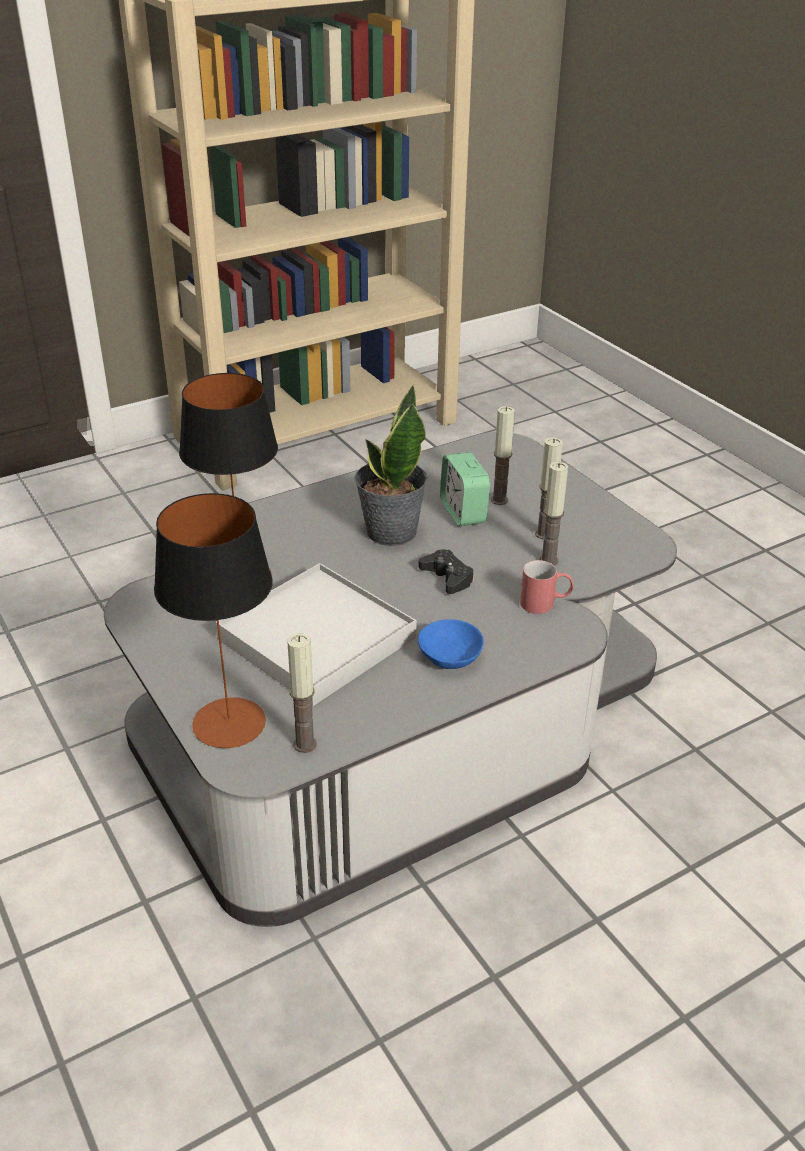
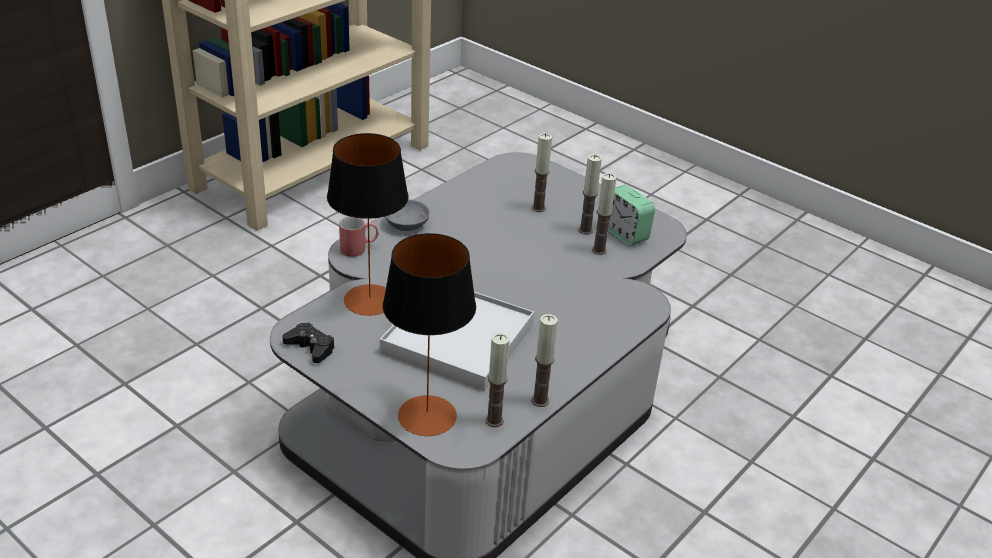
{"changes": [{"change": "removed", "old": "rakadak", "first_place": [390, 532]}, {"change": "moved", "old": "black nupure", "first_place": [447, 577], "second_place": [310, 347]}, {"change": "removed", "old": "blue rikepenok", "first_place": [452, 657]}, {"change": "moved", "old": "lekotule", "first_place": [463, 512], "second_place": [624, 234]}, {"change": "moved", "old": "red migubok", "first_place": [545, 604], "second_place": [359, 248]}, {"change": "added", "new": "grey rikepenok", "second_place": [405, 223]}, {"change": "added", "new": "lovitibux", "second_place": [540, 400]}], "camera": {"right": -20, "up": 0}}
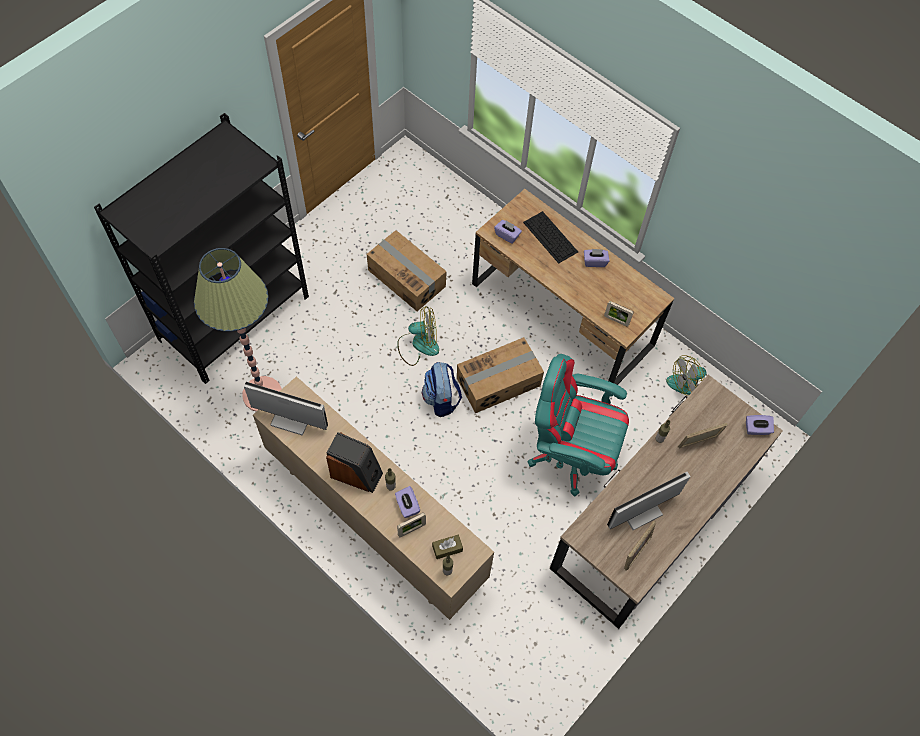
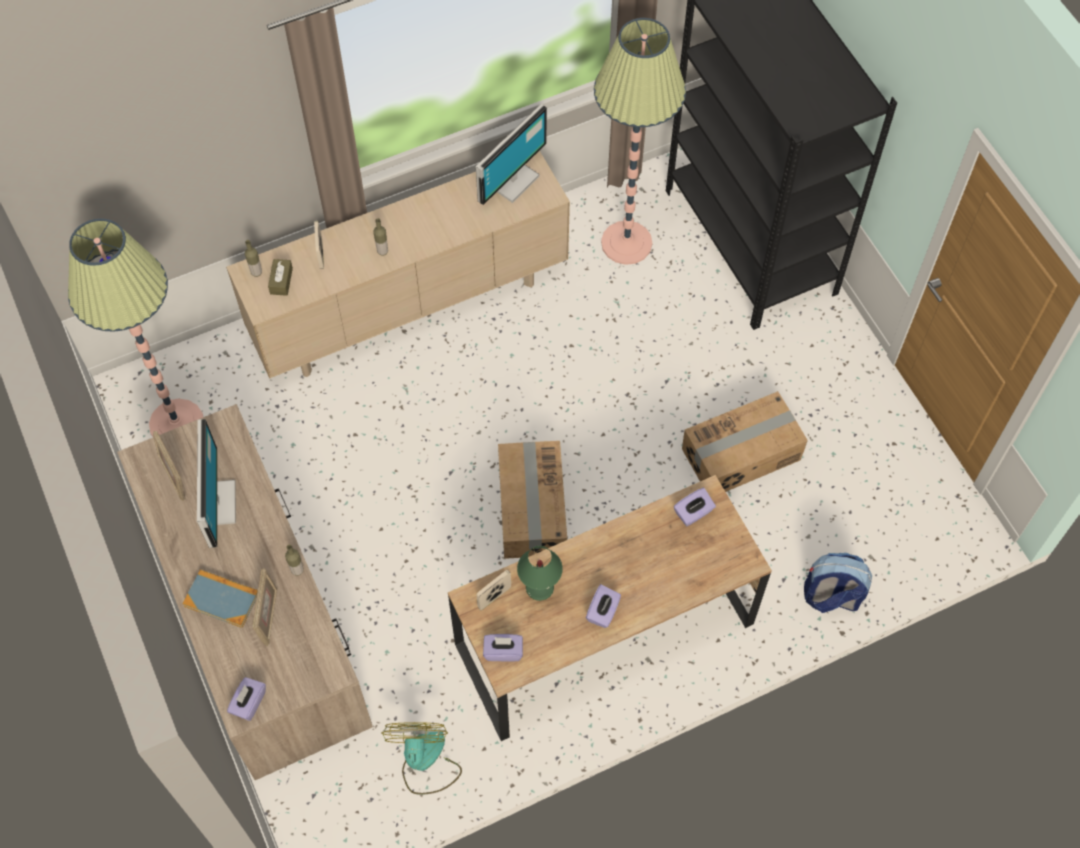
{"changes": [{"change": "removed", "old": "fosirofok", "first_place": [356, 473]}, {"change": "moved", "old": "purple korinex", "first_place": [407, 506], "second_place": [503, 651]}, {"change": "removed", "old": "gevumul", "first_place": [418, 345]}, {"change": "moved", "old": "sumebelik", "first_place": [441, 399], "second_place": [831, 597]}, {"change": "removed", "old": "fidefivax", "first_place": [551, 237]}, {"change": "removed", "old": "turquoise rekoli", "first_place": [572, 453]}, {"change": "added", "new": "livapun", "second_place": [176, 423]}, {"change": "added", "new": "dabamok", "second_place": [222, 599]}, {"change": "added", "new": "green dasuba", "second_place": [539, 588]}], "camera": {"right": 115, "up": 0}}
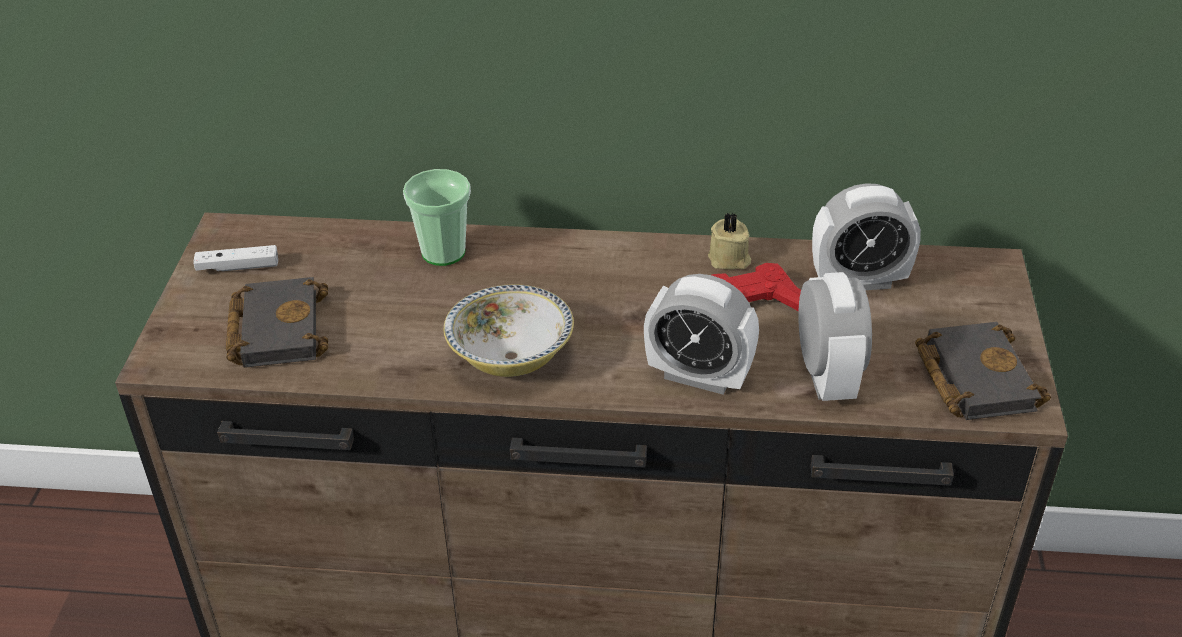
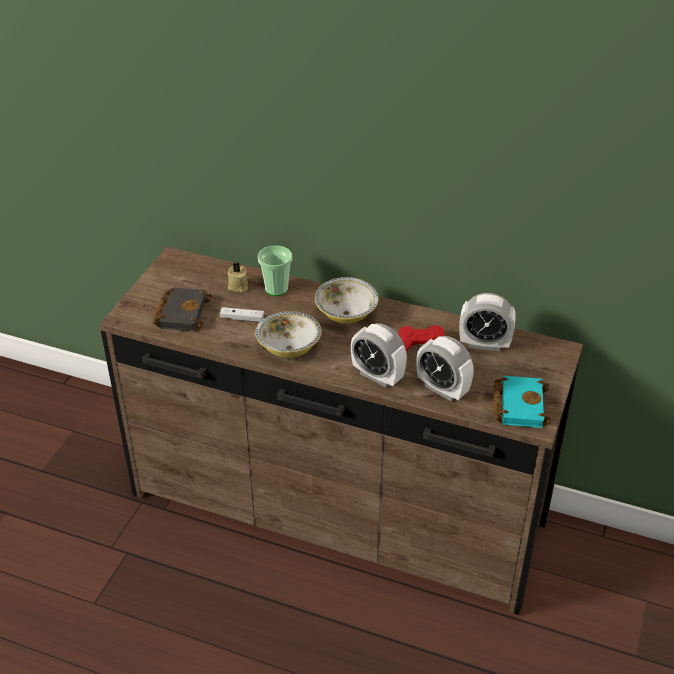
{"changes": [{"change": "moved", "old": "white nupure", "first_place": [238, 267], "second_place": [242, 319]}, {"change": "moved", "old": "beige lovitibux", "first_place": [729, 259], "second_place": [238, 286]}, {"change": "turned", "old": "lekotule", "first_place": [826, 377], "second_place": [442, 389], "degrees": 120}, {"change": "recoloured", "old": "black dabamok", "new": "turquoise dabamok", "first_place": [972, 377], "second_place": [518, 404]}, {"change": "added", "new": "rikepenok", "second_place": [346, 314]}], "camera": {"right": 15, "up": 0}}
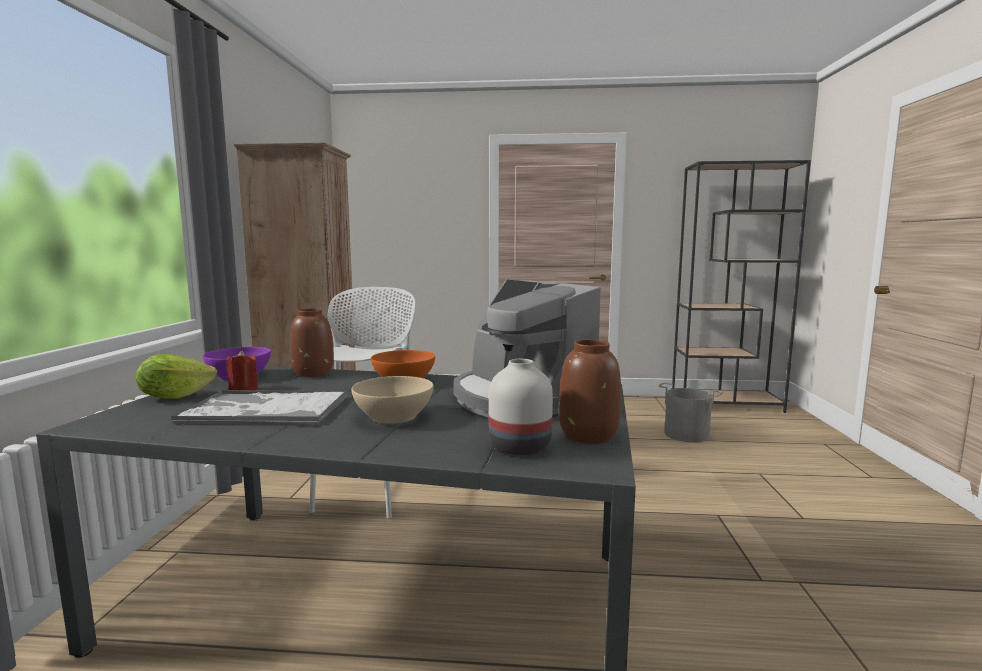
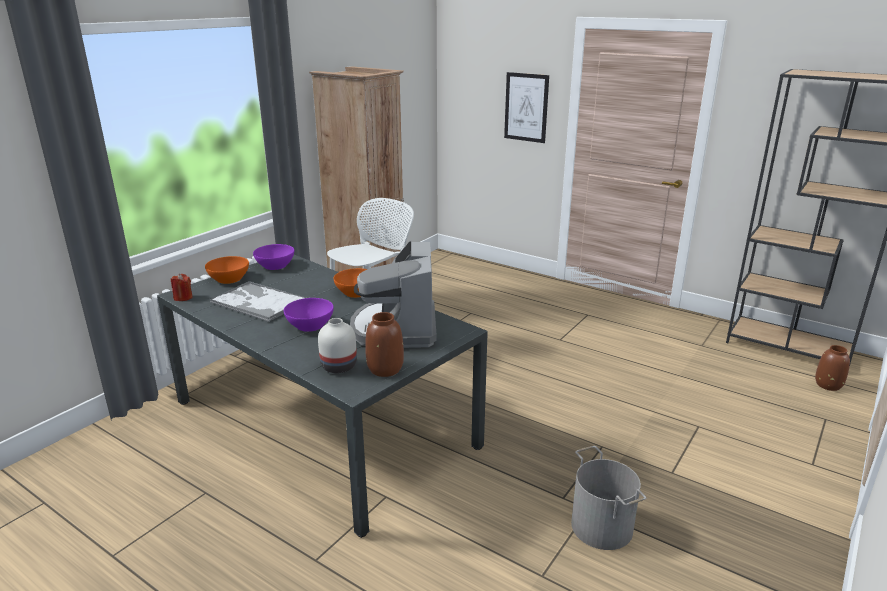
{"changes": [{"change": "replaced", "old": "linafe", "new": "orange rikepenok", "first_place": [174, 396], "second_place": [229, 279]}, {"change": "moved", "old": "red lovitibux", "first_place": [243, 389], "second_place": [183, 297]}, {"change": "moved", "old": "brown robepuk", "first_place": [313, 373], "second_place": [828, 385]}, {"change": "recoloured", "old": "beige rikepenok", "new": "purple rikepenok", "first_place": [393, 416], "second_place": [310, 325]}, {"change": "moved", "old": "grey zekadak", "first_place": [686, 434], "second_place": [601, 527]}, {"change": "added", "new": "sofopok", "second_place": [526, 107]}], "camera": {"right": 30, "up": 15}}
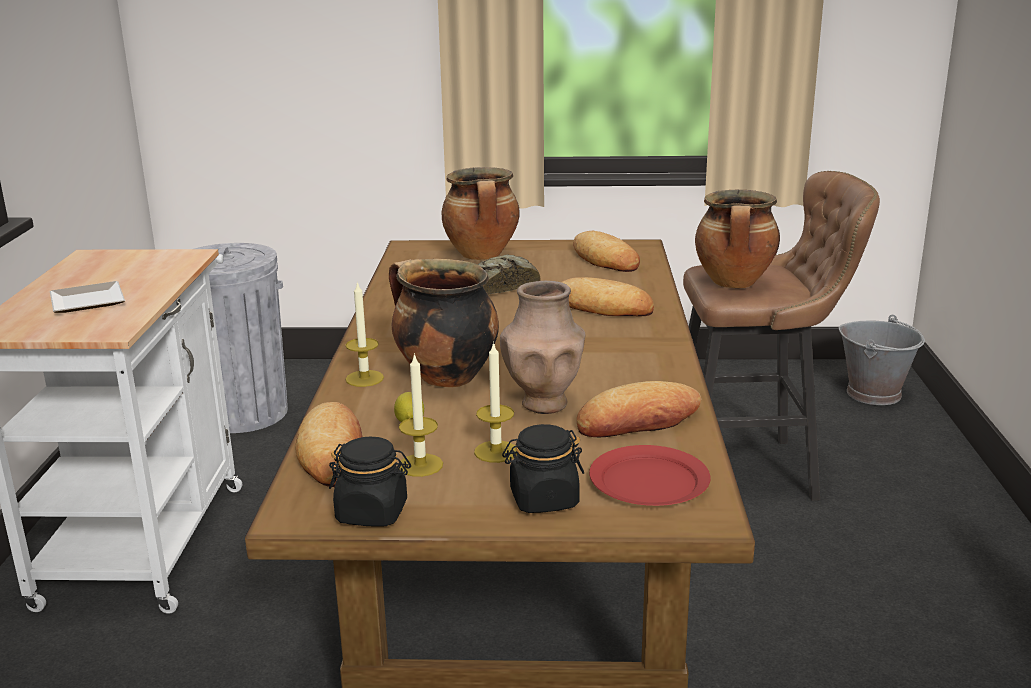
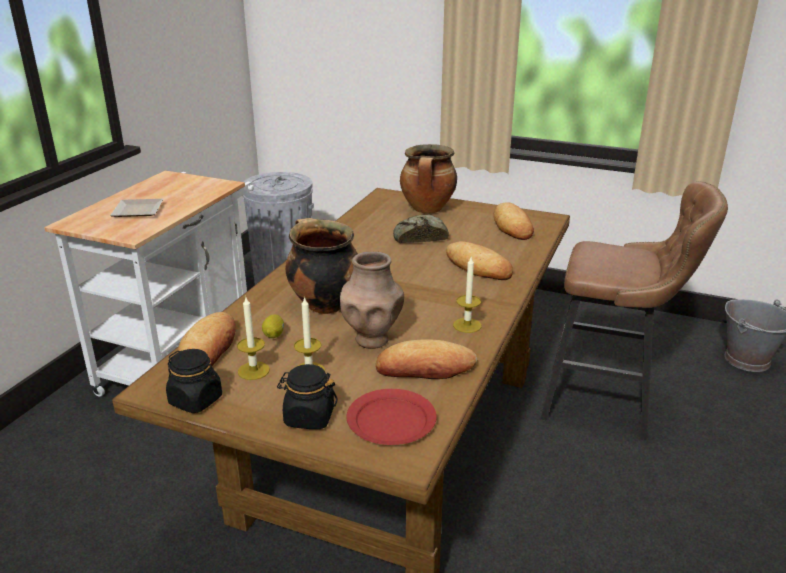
{"changes": [{"change": "moved", "old": "lovitibux", "first_place": [364, 378], "second_place": [467, 325]}, {"change": "removed", "old": "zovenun", "first_place": [735, 283]}], "camera": {"right": 20, "up": 5}}
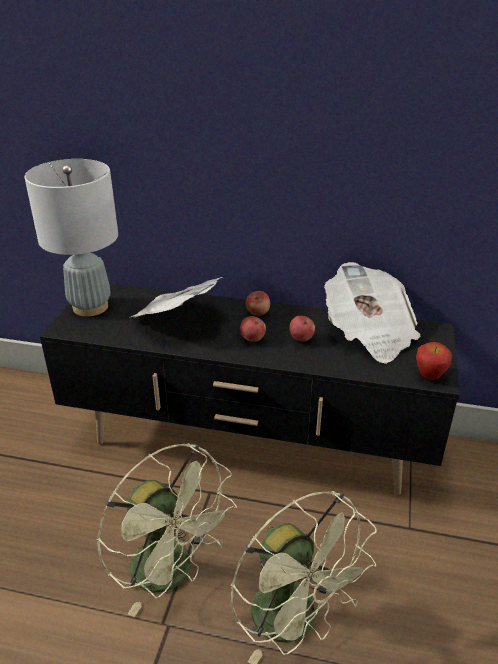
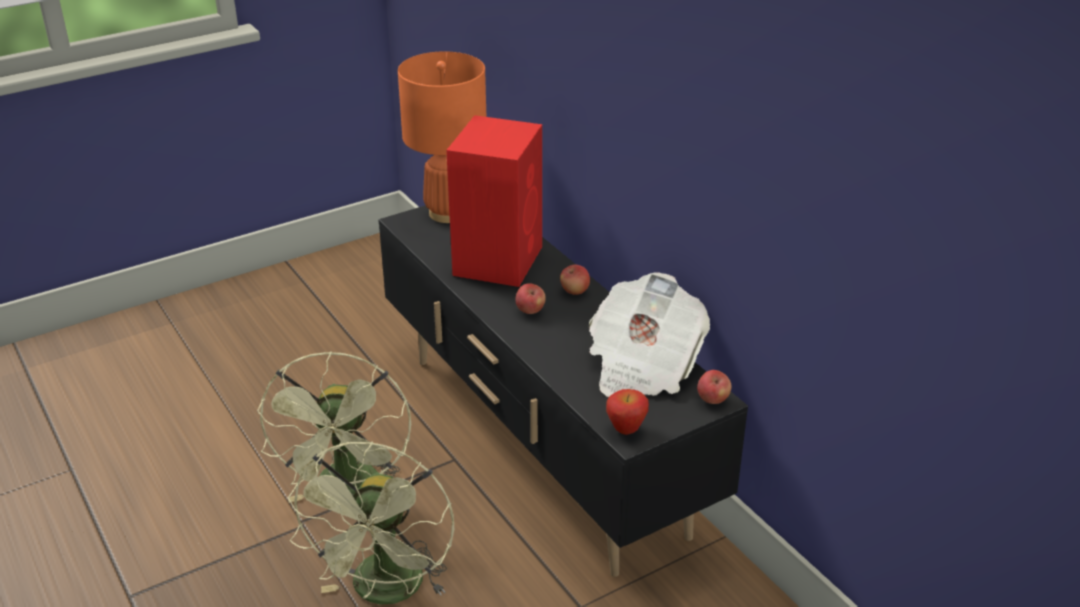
{"changes": [{"change": "recoloured", "old": "grey dasuba", "new": "orange dasuba", "first_place": [90, 307], "second_place": [448, 213]}, {"change": "replaced", "old": "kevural", "new": "red fosirofok", "first_place": [177, 319], "second_place": [498, 259]}, {"change": "moved", "old": "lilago", "first_place": [301, 339], "second_place": [712, 400]}], "camera": {"right": 45, "up": 0}}
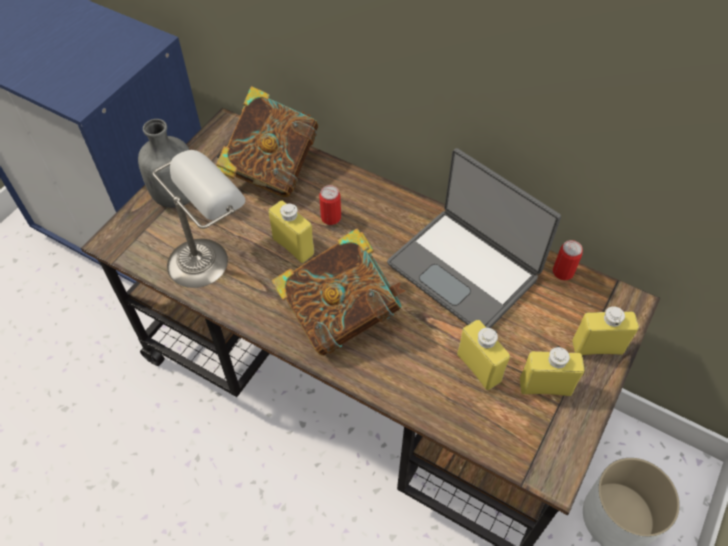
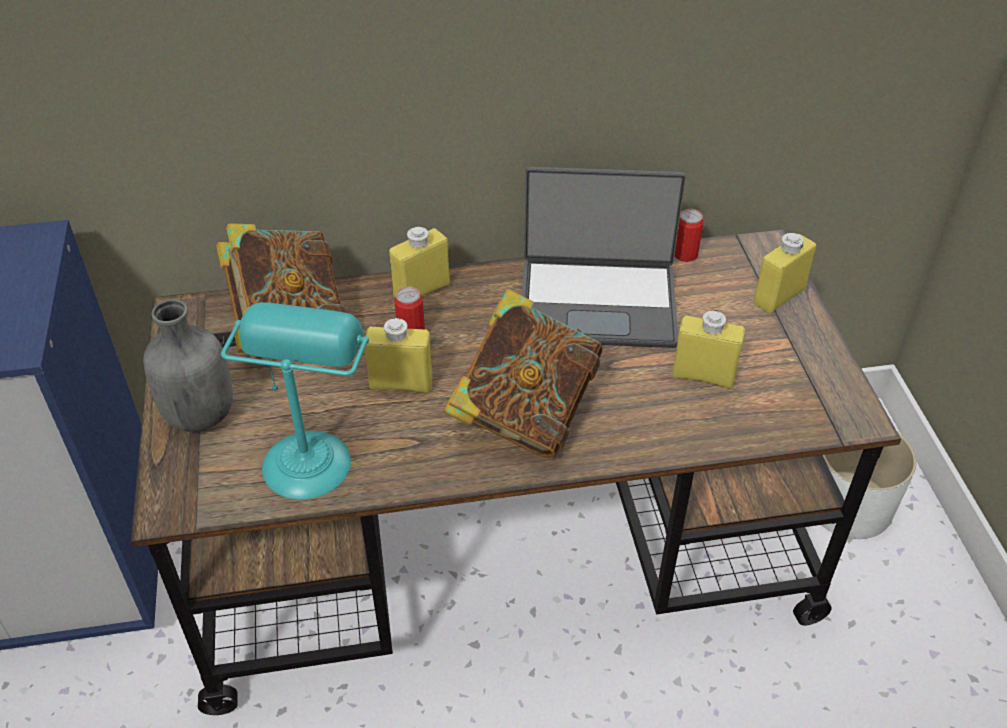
{"changes": [{"change": "recoloured", "old": "white dasuba", "new": "turquoise dasuba", "first_place": [208, 254], "second_place": [310, 449]}, {"change": "moved", "old": "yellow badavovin", "first_place": [545, 386], "second_place": [421, 290]}], "camera": {"right": -40, "up": -10}}
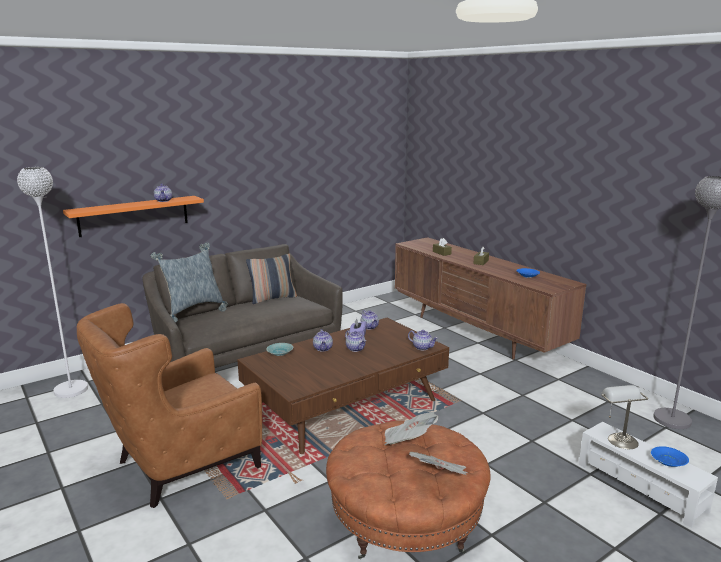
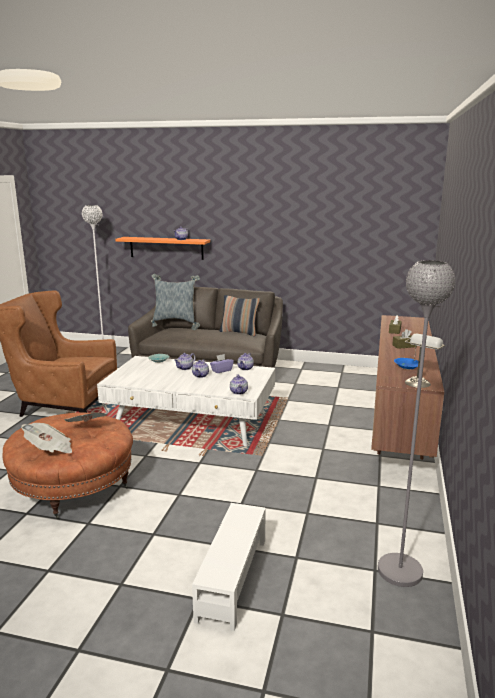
{"changes": [{"change": "recoloured", "old": "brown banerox", "new": "white banerox", "first_place": [346, 405], "second_place": [191, 421]}, {"change": "moved", "old": "white dasuba", "first_place": [618, 437], "second_place": [419, 381]}, {"change": "removed", "old": "blue rikepenok", "first_place": [667, 462]}], "camera": {"right": 50, "up": 0}}
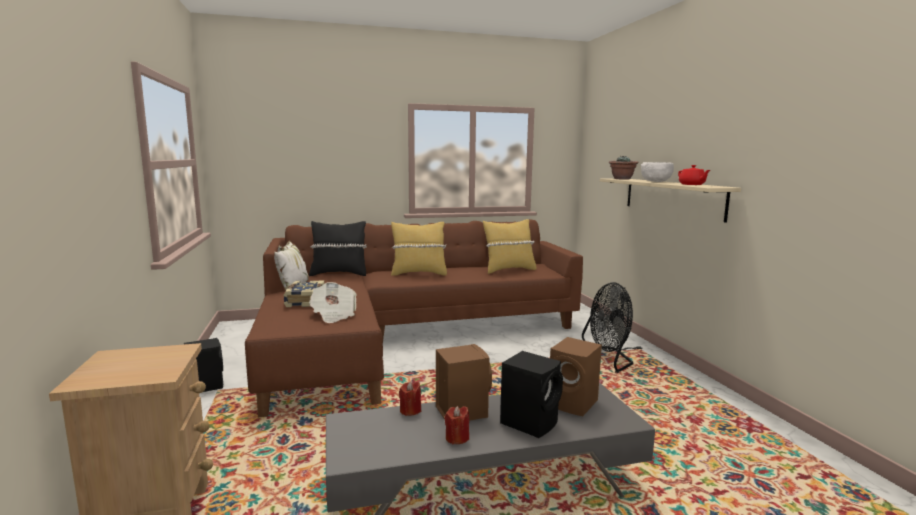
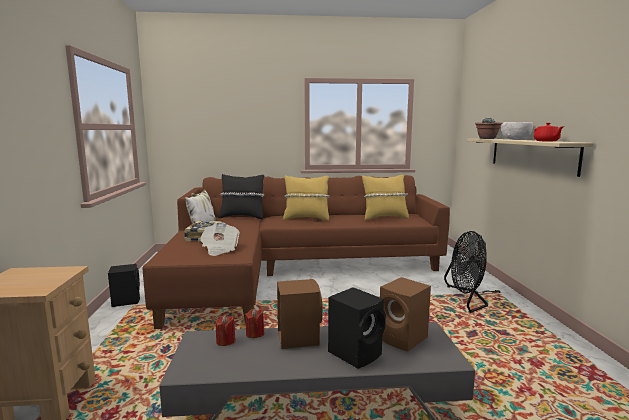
{"changes": [{"change": "moved", "old": "red lovitibux", "first_place": [457, 438], "second_place": [225, 341]}], "camera": {"right": 10, "up": 0}}
